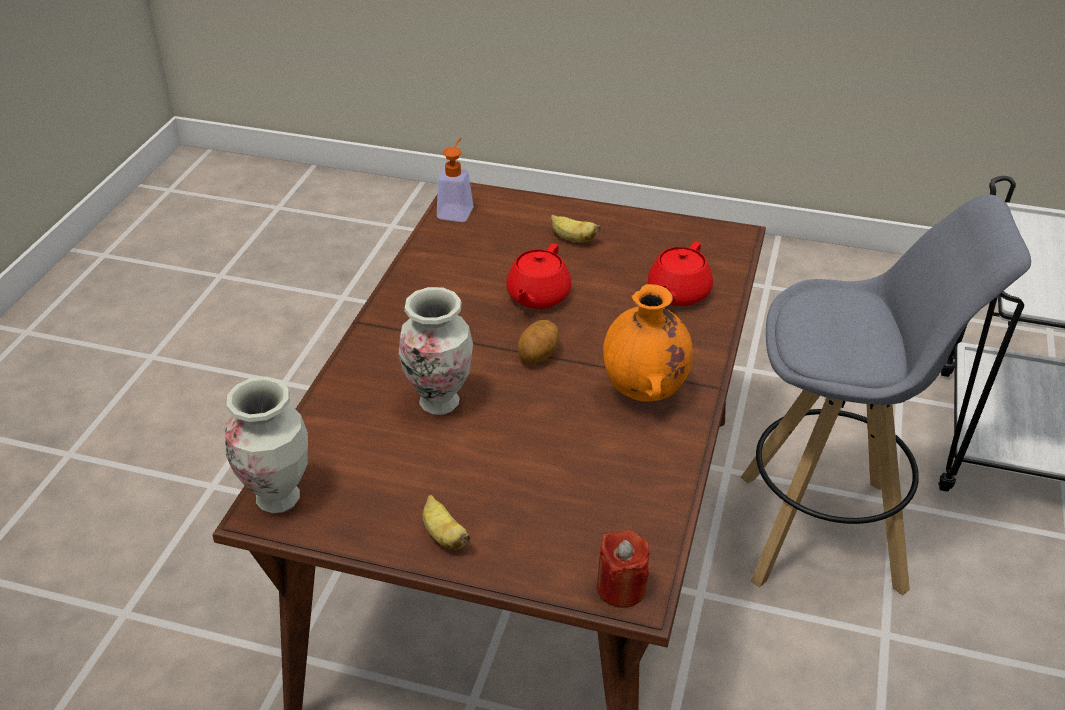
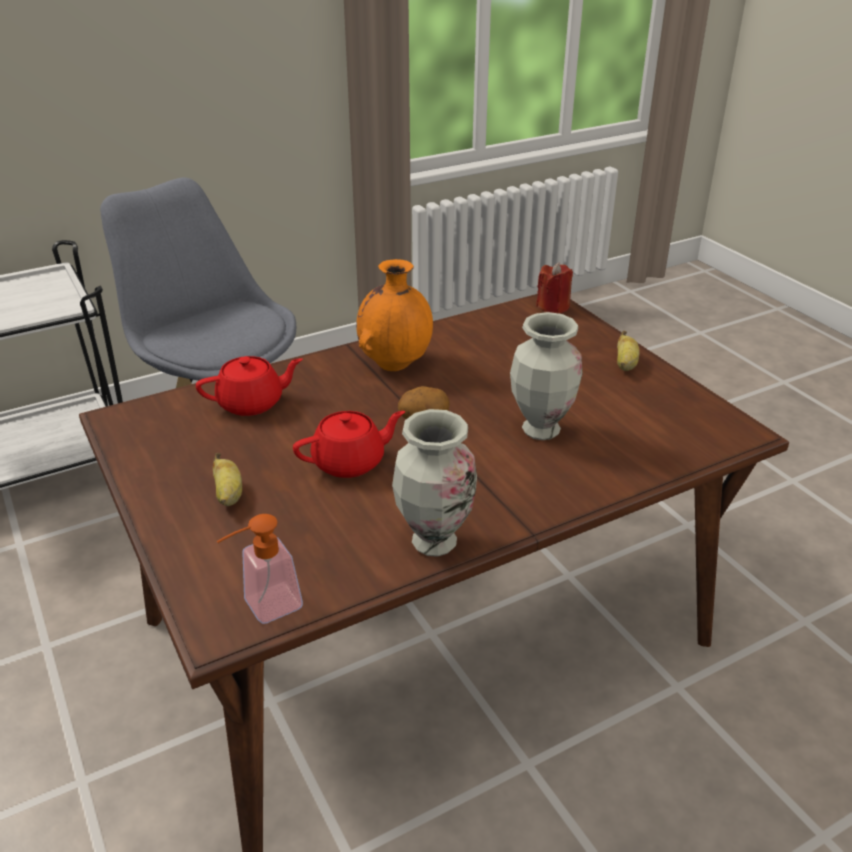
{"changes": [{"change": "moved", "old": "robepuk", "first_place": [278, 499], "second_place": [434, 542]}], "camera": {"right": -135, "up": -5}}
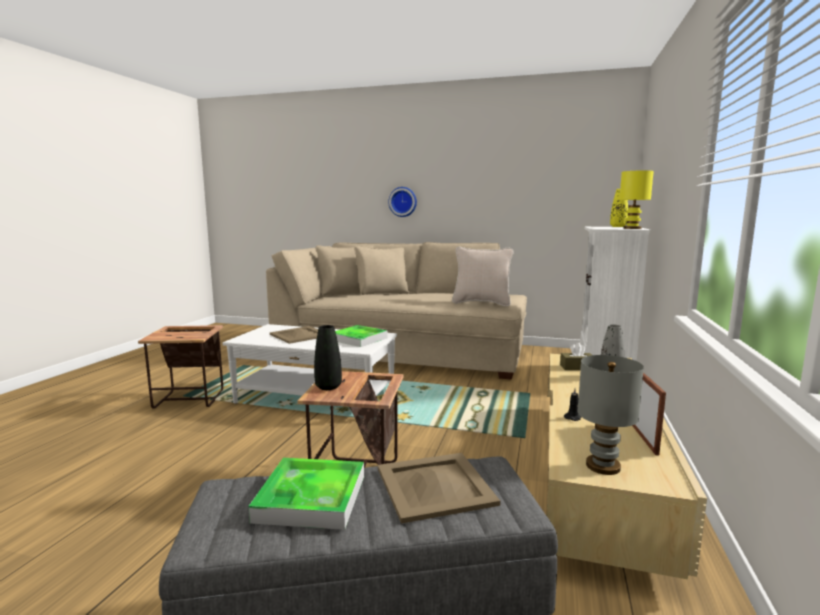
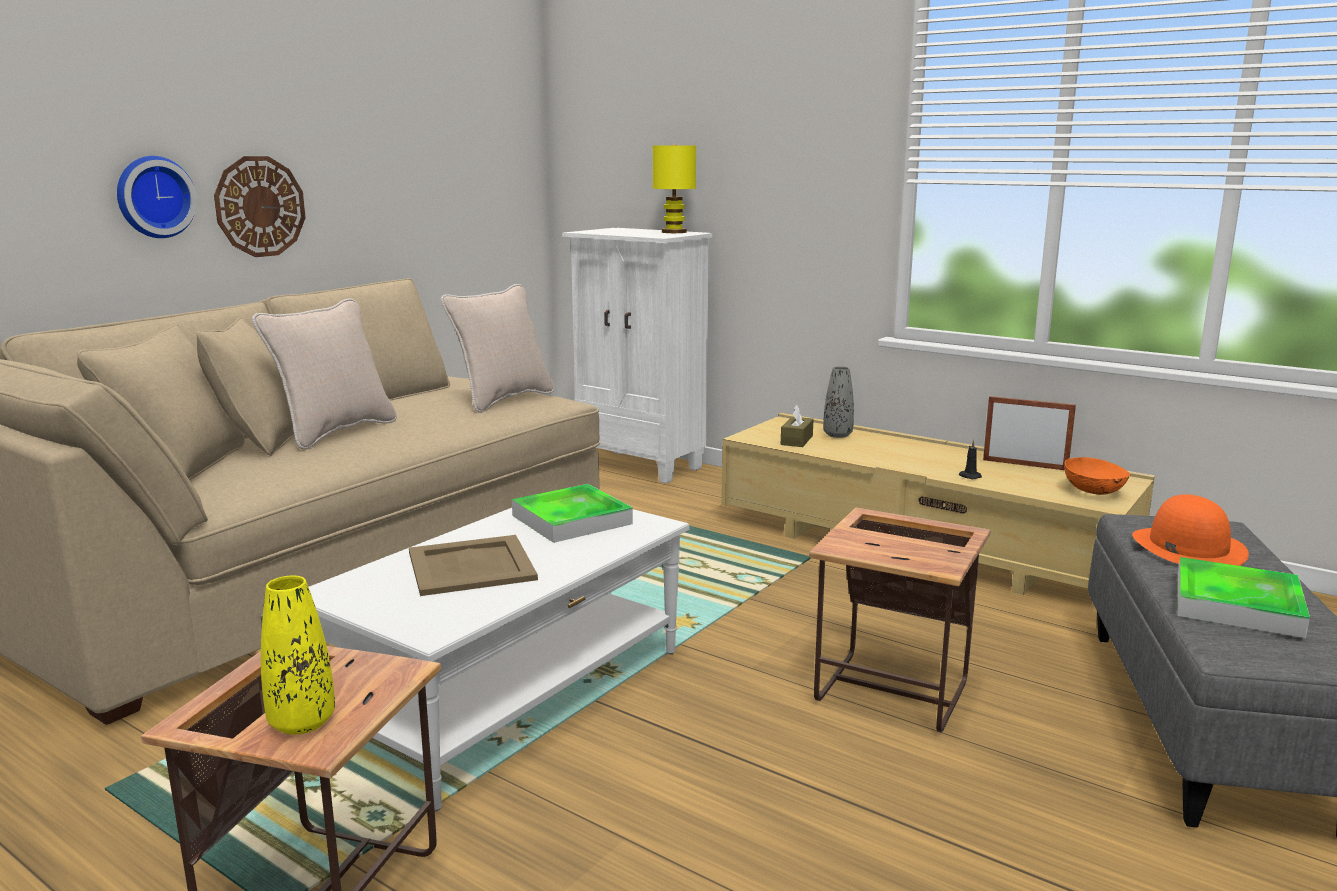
{"changes": [{"change": "removed", "old": "black robepuk", "first_place": [328, 387]}, {"change": "replaced", "old": "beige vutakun", "new": "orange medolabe", "first_place": [435, 485], "second_place": [1187, 547]}, {"change": "replaced", "old": "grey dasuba", "new": "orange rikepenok", "first_place": [602, 466], "second_place": [1094, 492]}, {"change": "moved", "old": "yellow robepuk", "first_place": [618, 226], "second_place": [302, 722]}, {"change": "added", "new": "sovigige", "second_place": [260, 206]}, {"change": "added", "new": "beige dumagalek", "second_place": [335, 432]}], "camera": {"right": -70, "up": 5}}
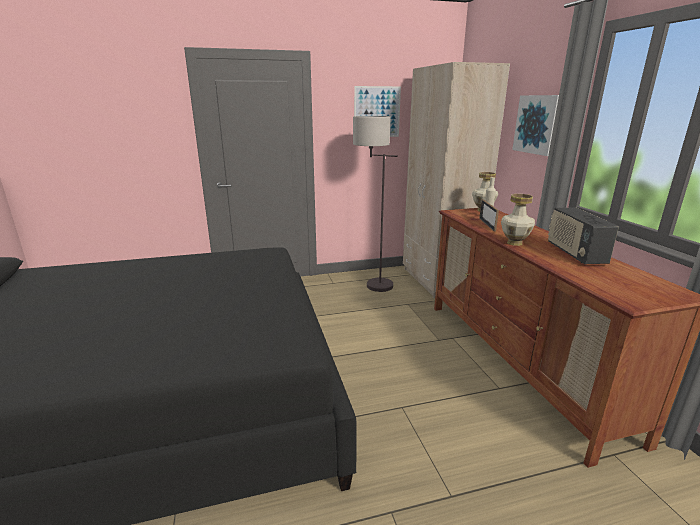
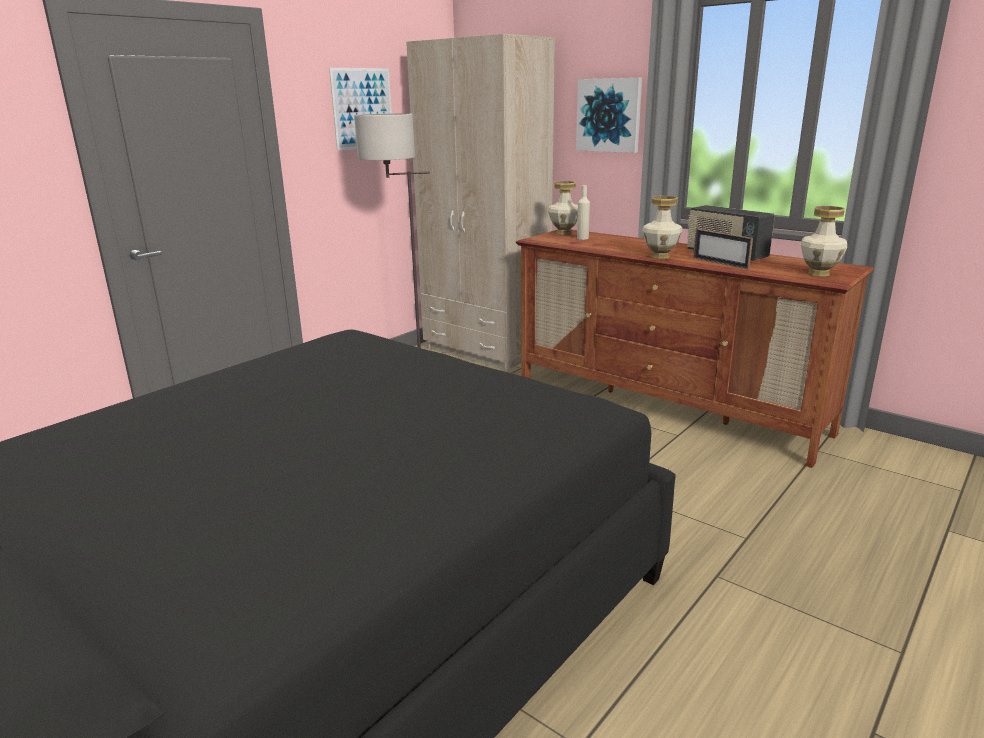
{"changes": [{"change": "moved", "old": "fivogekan", "first_place": [487, 224], "second_place": [720, 263]}, {"change": "added", "new": "robepuk", "second_place": [818, 273]}], "camera": {"right": -35, "up": 0}}
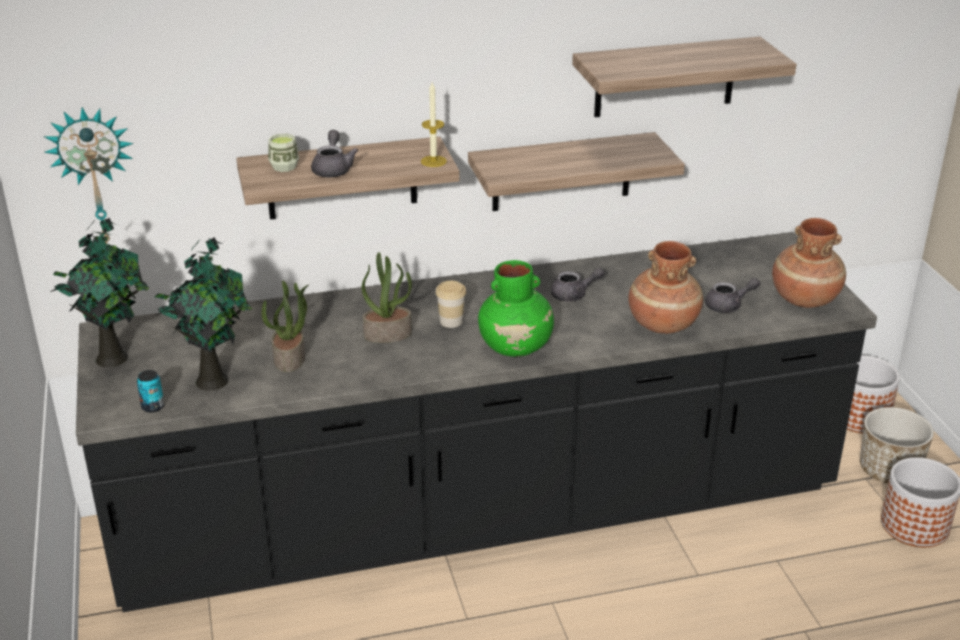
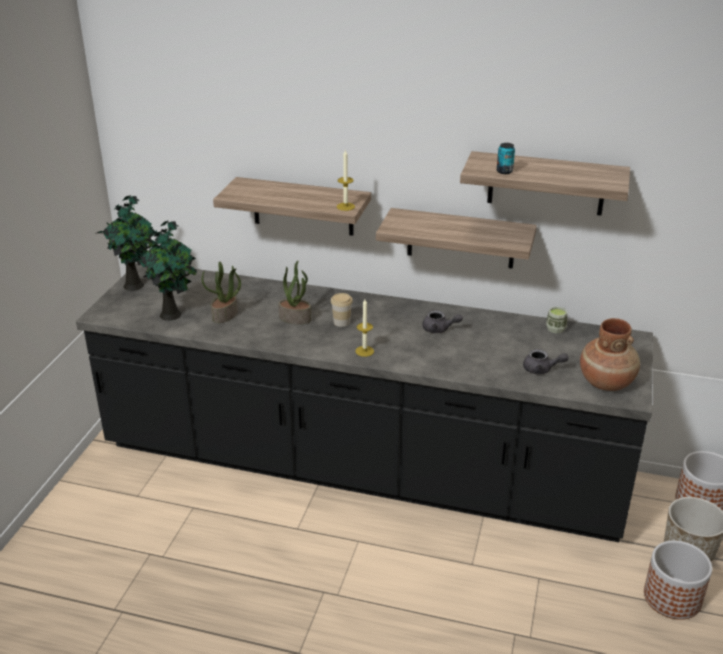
{"changes": [{"change": "removed", "old": "sovigige", "first_place": [94, 176]}, {"change": "moved", "old": "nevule", "first_place": [153, 407], "second_place": [504, 171]}, {"change": "moved", "old": "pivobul", "first_place": [284, 167], "second_place": [555, 329]}, {"change": "removed", "old": "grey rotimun", "first_place": [333, 169]}, {"change": "replaced", "old": "green robepuk", "new": "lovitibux", "first_place": [516, 347], "second_place": [364, 351]}, {"change": "removed", "old": "brown robepuk", "first_place": [662, 324]}], "camera": {"right": 30, "up": 0}}
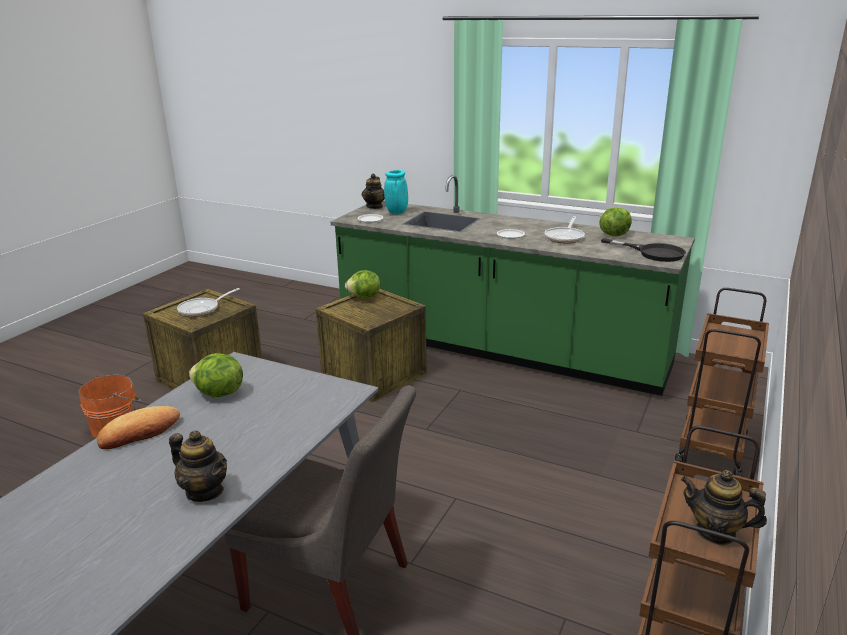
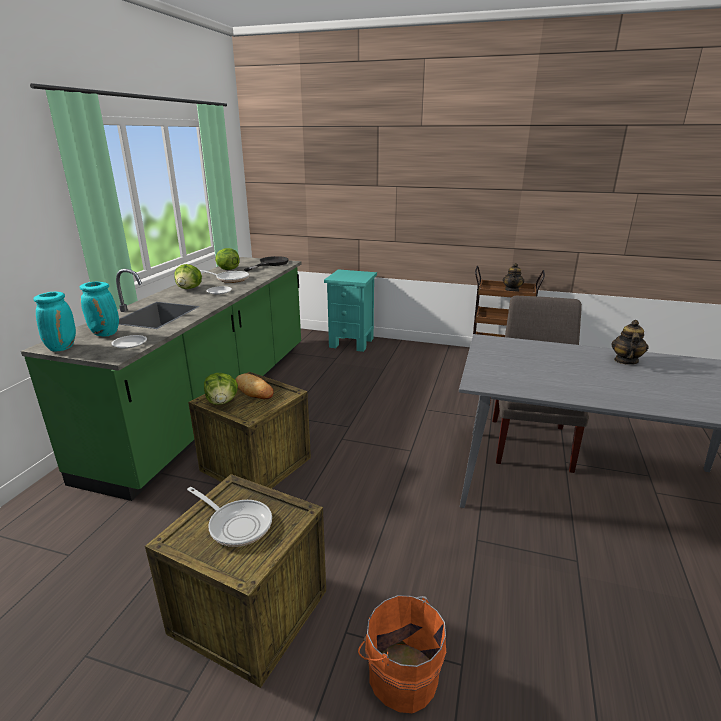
{"changes": [{"change": "moved", "old": "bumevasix", "first_place": [139, 432], "second_place": [254, 390]}, {"change": "moved", "old": "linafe", "first_place": [218, 394], "second_place": [189, 288]}, {"change": "replaced", "old": "rotimun", "new": "turquoise robepuk", "first_place": [374, 206], "second_place": [62, 347]}, {"change": "replaced", "old": "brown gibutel", "new": "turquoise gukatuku", "first_place": [711, 452], "second_place": [352, 343]}], "camera": {"right": -100, "up": 0}}
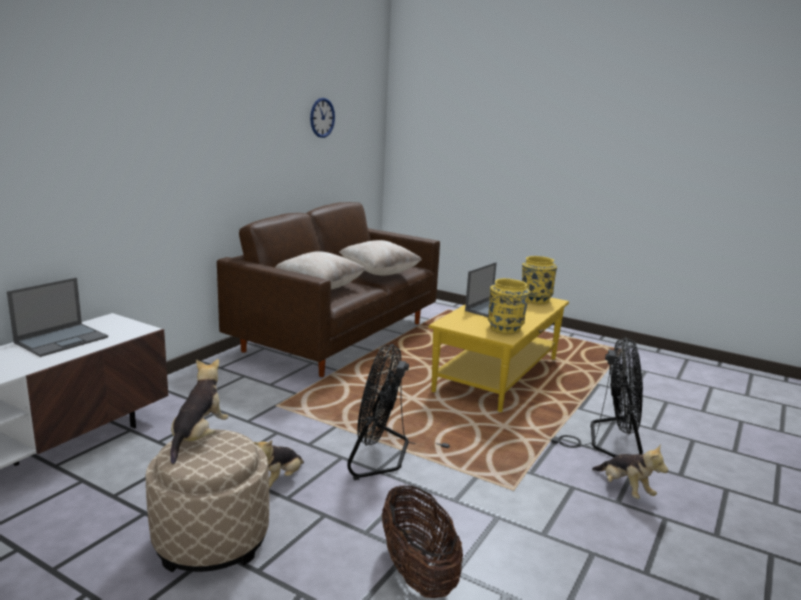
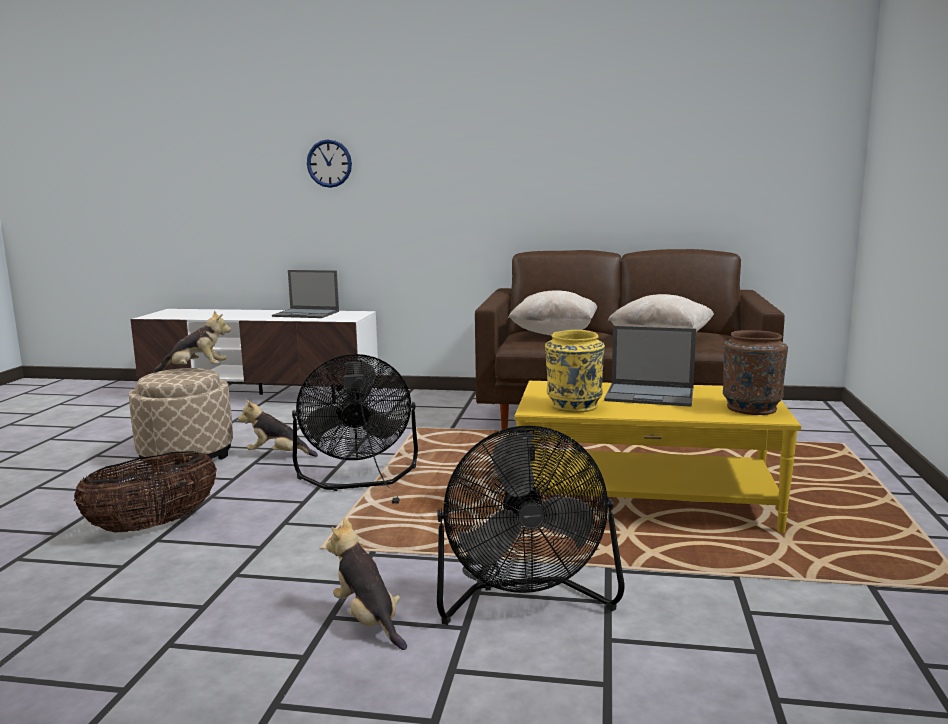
{"changes": [{"change": "moved", "old": "sovigige", "first_place": [322, 117], "second_place": [329, 163]}, {"change": "recoloured", "old": "yellow robepuk", "new": "brown robepuk", "first_place": [535, 299], "second_place": [751, 408]}, {"change": "turned", "old": "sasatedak", "first_place": [624, 490], "second_place": [368, 620], "degrees": 105}], "camera": {"right": 70, "up": -5}}
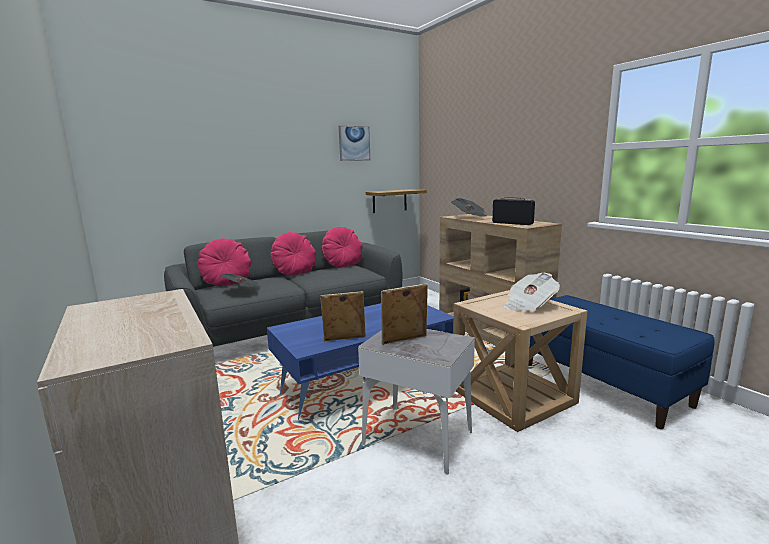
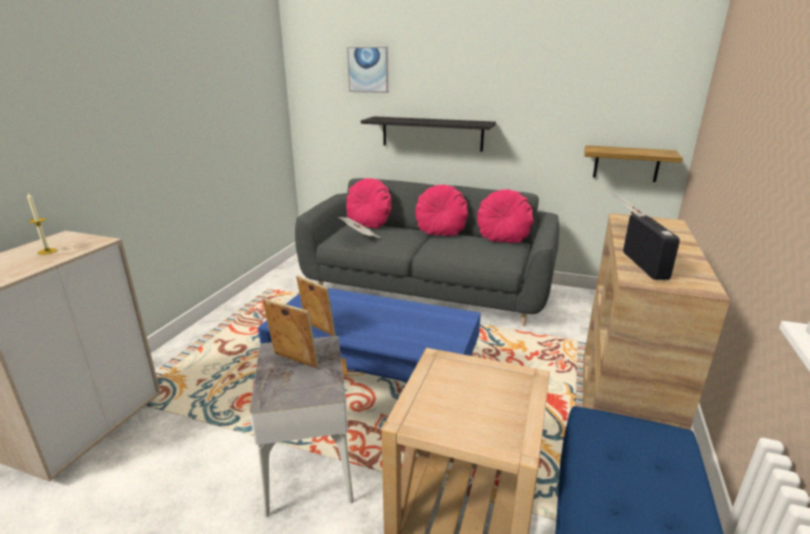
{"changes": [{"change": "moved", "old": "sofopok", "first_place": [354, 143], "second_place": [368, 69]}, {"change": "removed", "old": "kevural", "first_place": [528, 306]}, {"change": "added", "new": "lovitibux", "second_place": [47, 251]}, {"change": "added", "new": "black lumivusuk", "second_place": [432, 133]}], "camera": {"right": 50, "up": 10}}
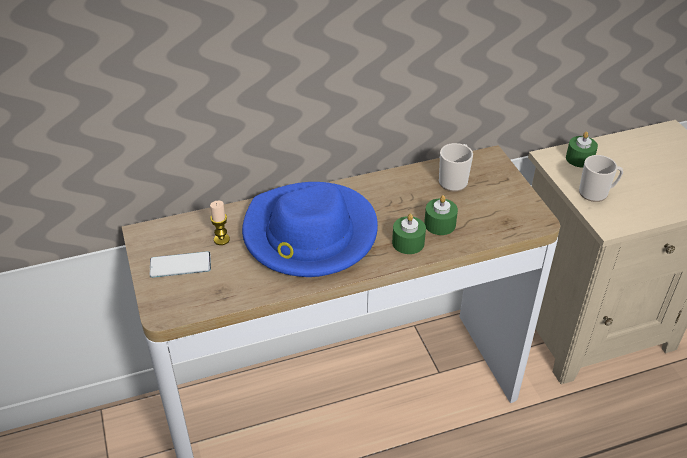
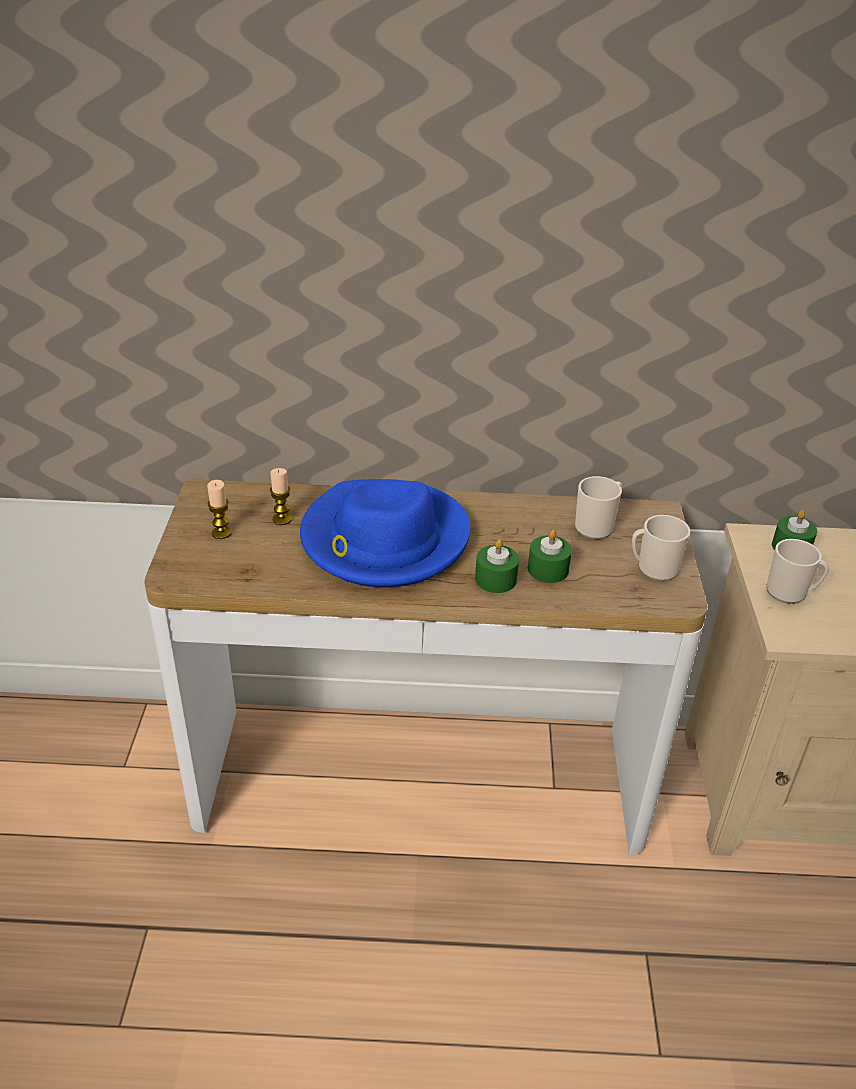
{"changes": [{"change": "replaced", "old": "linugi", "new": "lovitibux", "first_place": [180, 265], "second_place": [221, 533]}, {"change": "added", "new": "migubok", "second_place": [653, 568]}], "camera": {"right": 20, "up": -5}}
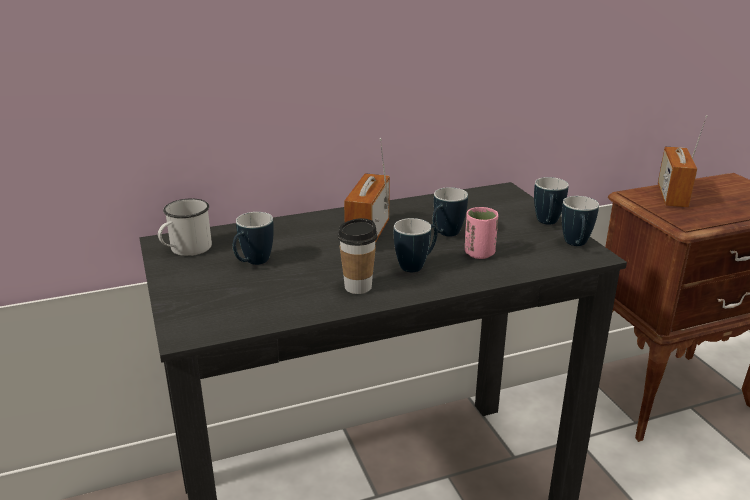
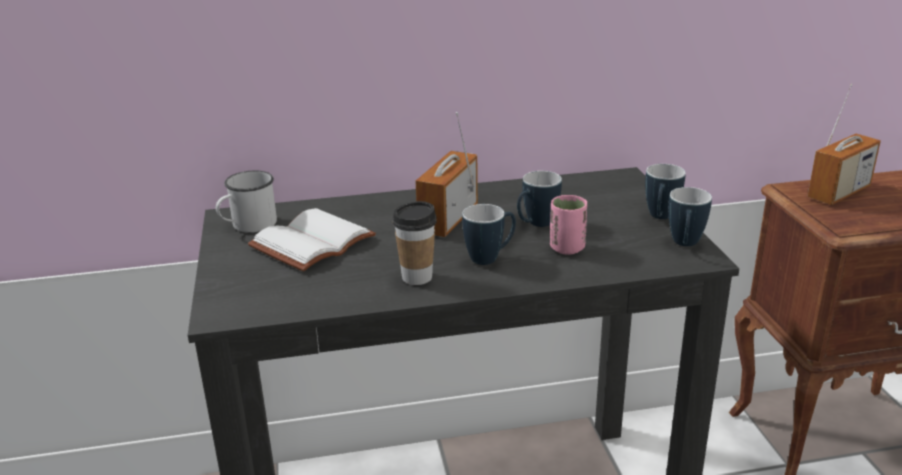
{"changes": [{"change": "replaced", "old": "migubok", "new": "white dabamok", "first_place": [253, 263], "second_place": [313, 244]}, {"change": "turned", "old": "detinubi", "first_place": [672, 196], "second_place": [839, 193], "degrees": -150}], "camera": {"right": 10, "up": 0}}
